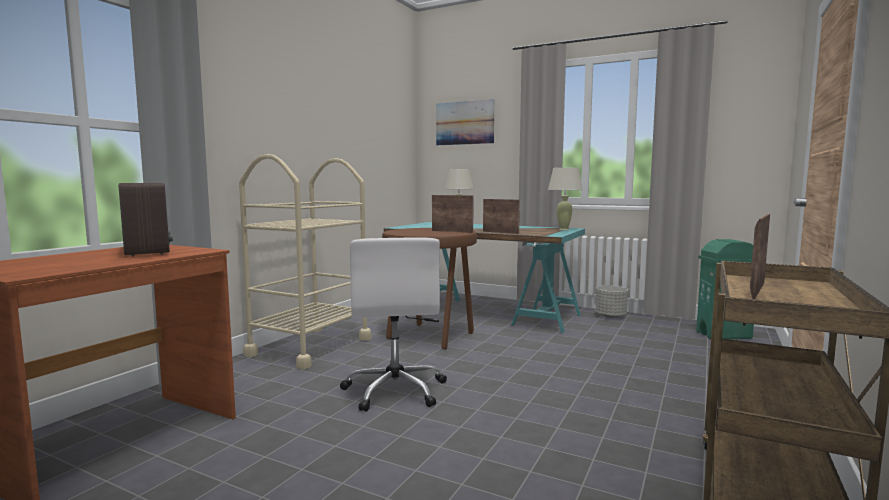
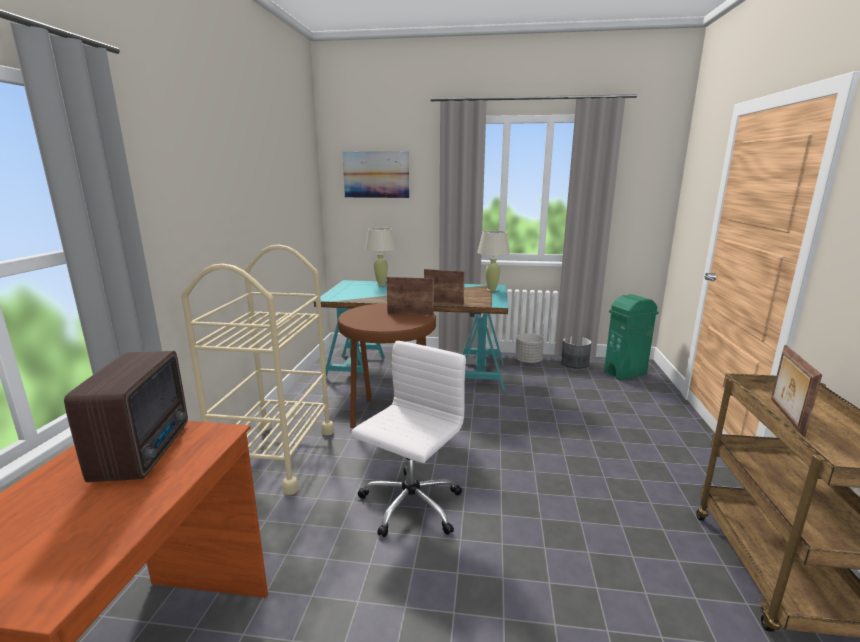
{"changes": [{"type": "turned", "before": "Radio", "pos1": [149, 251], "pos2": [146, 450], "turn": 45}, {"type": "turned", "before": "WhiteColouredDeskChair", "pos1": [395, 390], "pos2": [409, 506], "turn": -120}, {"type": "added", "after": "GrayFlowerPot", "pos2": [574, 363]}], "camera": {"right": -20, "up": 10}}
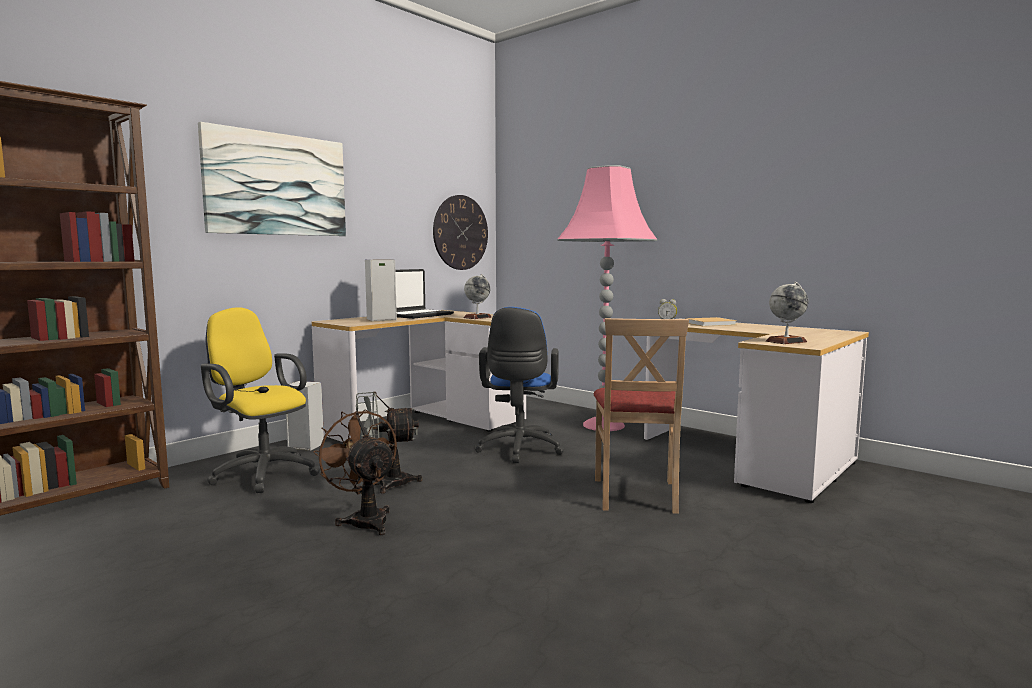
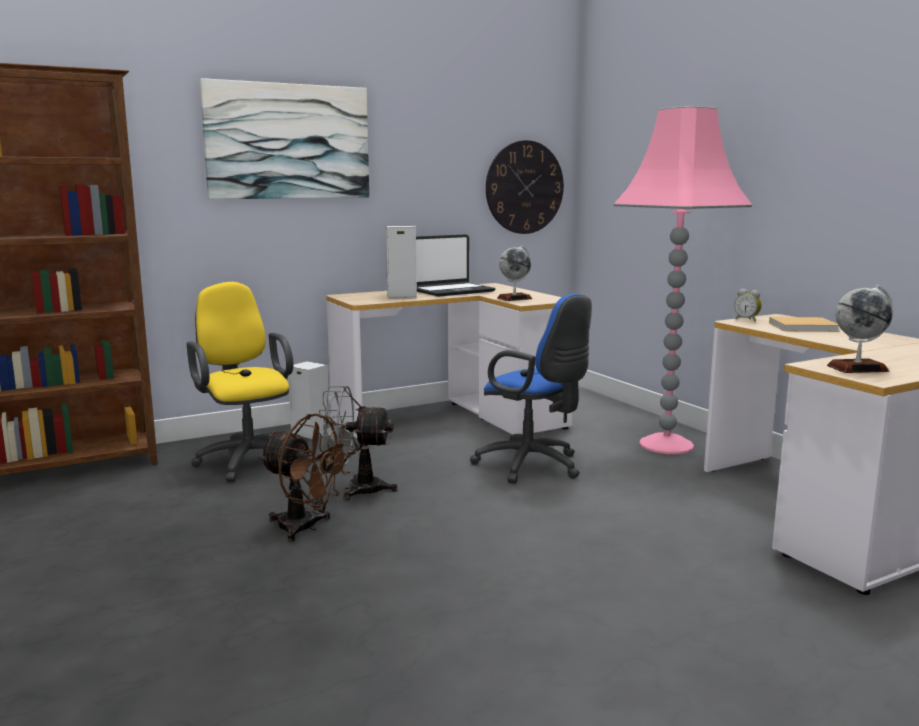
{"changes": [{"type": "turned", "before": "BrownishFan", "pos1": [364, 519], "pos2": [306, 528], "turn": 135}, {"type": "turned", "before": "BlueDeskChair", "pos1": [519, 450], "pos2": [533, 466], "turn": -75}, {"type": "removed", "before": "BeigeUprightChair", "pos1": [636, 494]}], "camera": {"right": 20, "up": 5}}
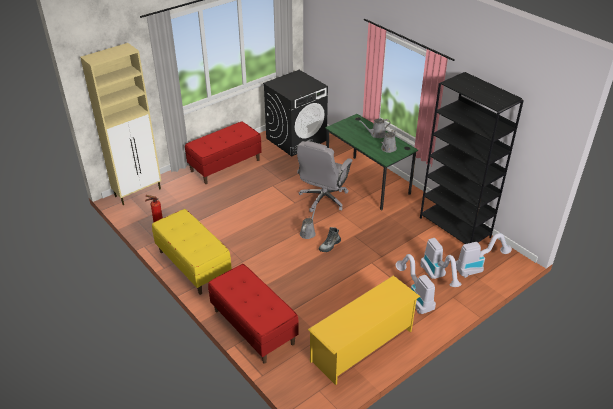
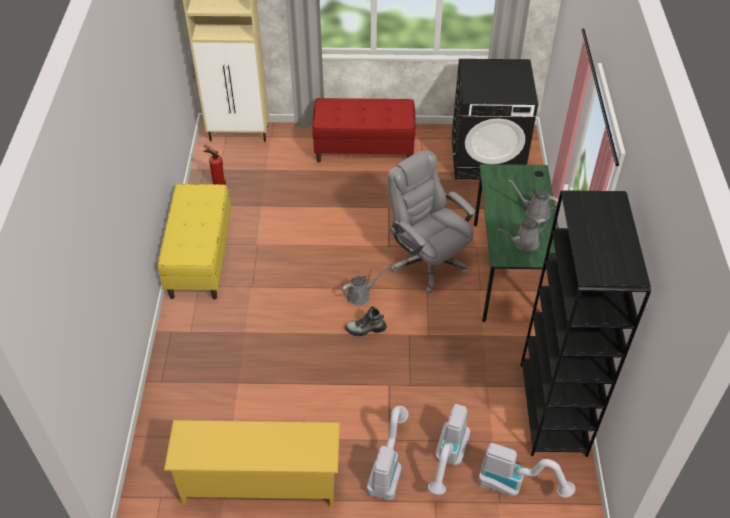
{"changes": [{"type": "removed", "before": "ReddishLongSeat", "pos1": [253, 327]}, {"type": "turned", "before": "GrayDeskChair", "pos1": [323, 199], "pos2": [427, 261], "turn": 75}], "camera": {"right": 40, "up": 10}}
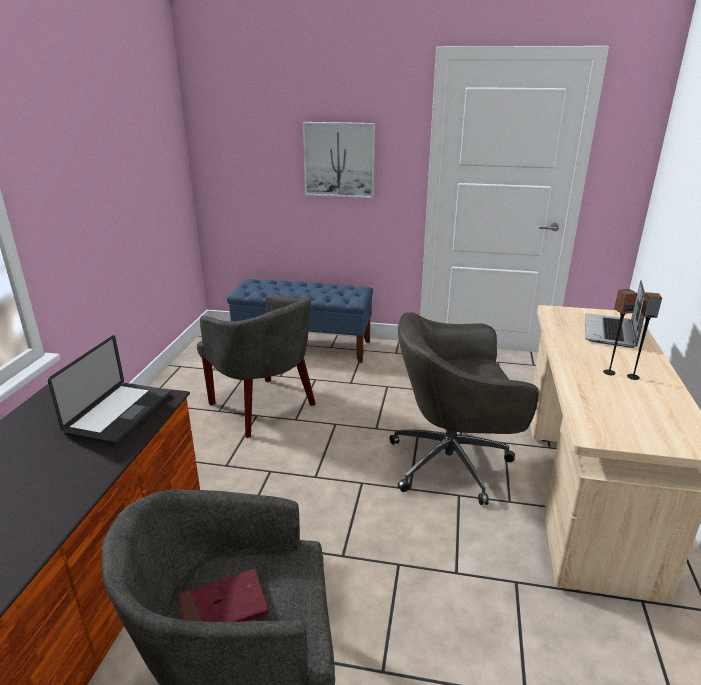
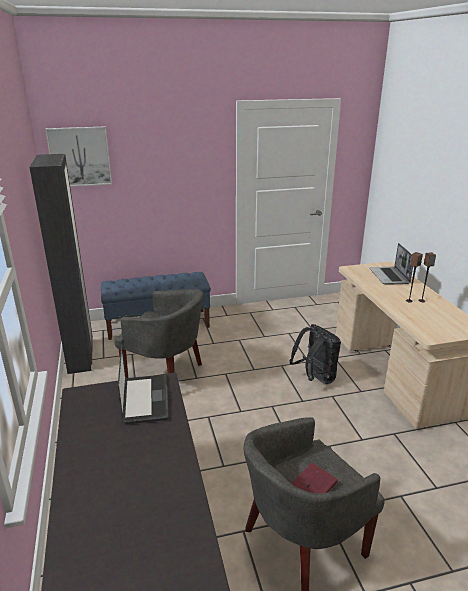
{"changes": [{"type": "moved", "before": "WallArt", "pos1": [339, 160], "pos2": [80, 156]}, {"type": "replaced", "before": "GrayDeskChair", "after": "BlackKnapsack", "pos1": [453, 463], "pos2": [315, 378]}, {"type": "added", "after": "BlackArmoire", "pos2": [81, 357]}], "camera": {"right": -25, "up": 0}}
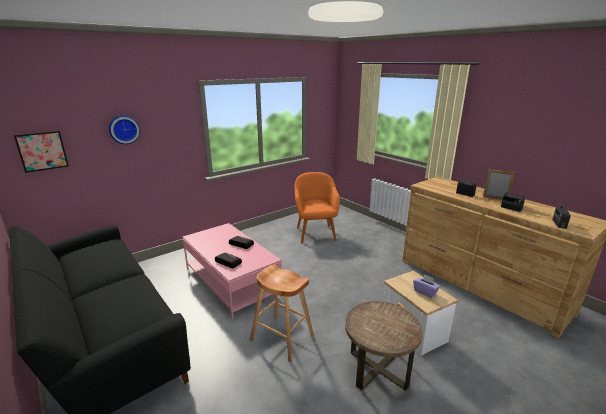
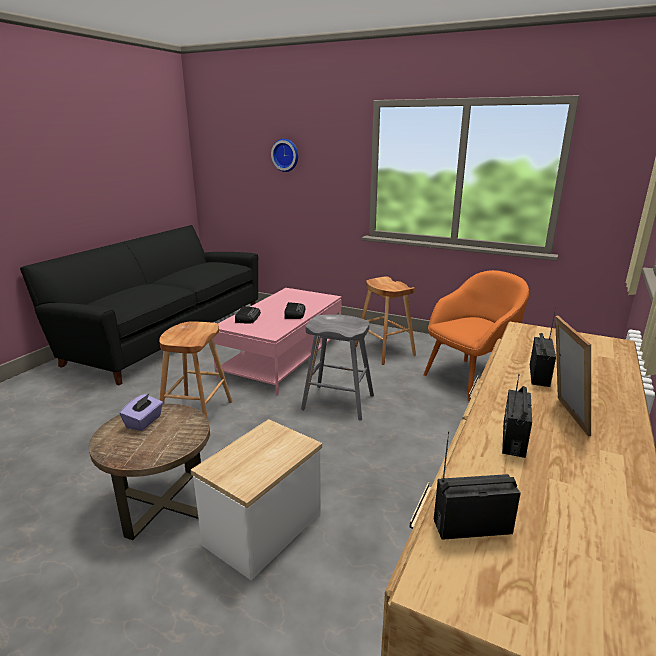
{"changes": [{"type": "removed", "before": "WallArt", "pos1": [42, 151]}, {"type": "moved", "before": "PurpleBoxOfTissues", "pos1": [425, 292], "pos2": [144, 422]}, {"type": "added", "after": "GrayStool", "pos2": [337, 402]}, {"type": "added", "after": "BrownishStool", "pos2": [384, 351]}], "camera": {"right": 65, "up": 0}}
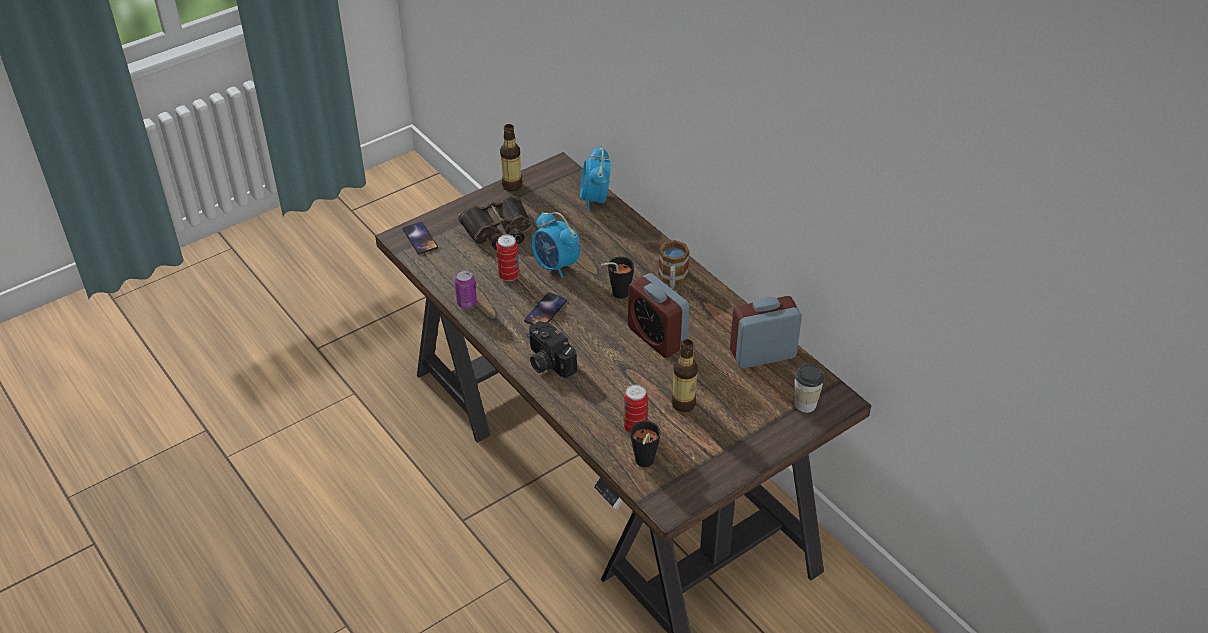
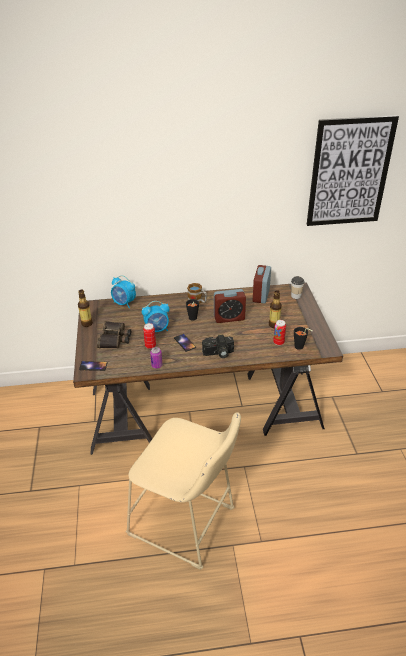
{"changes": [{"type": "added", "after": "BeigeStool", "pos2": [186, 524]}, {"type": "added", "after": "WallArt", "pos2": [349, 172]}], "camera": {"right": -60, "up": -5}}
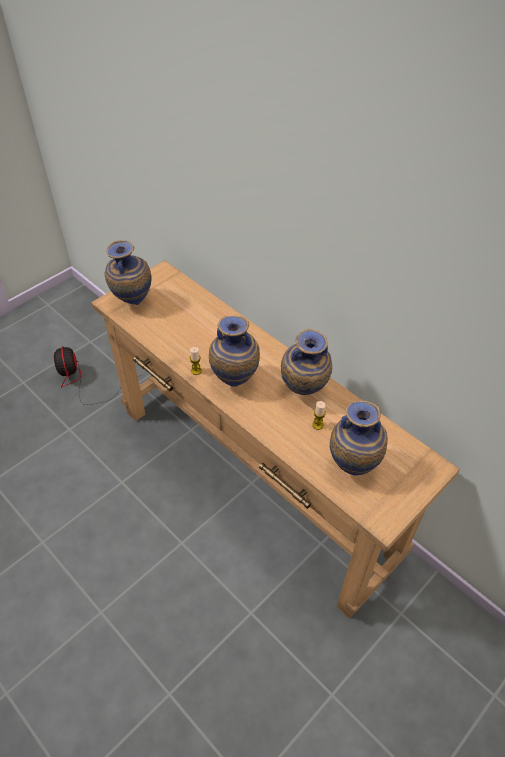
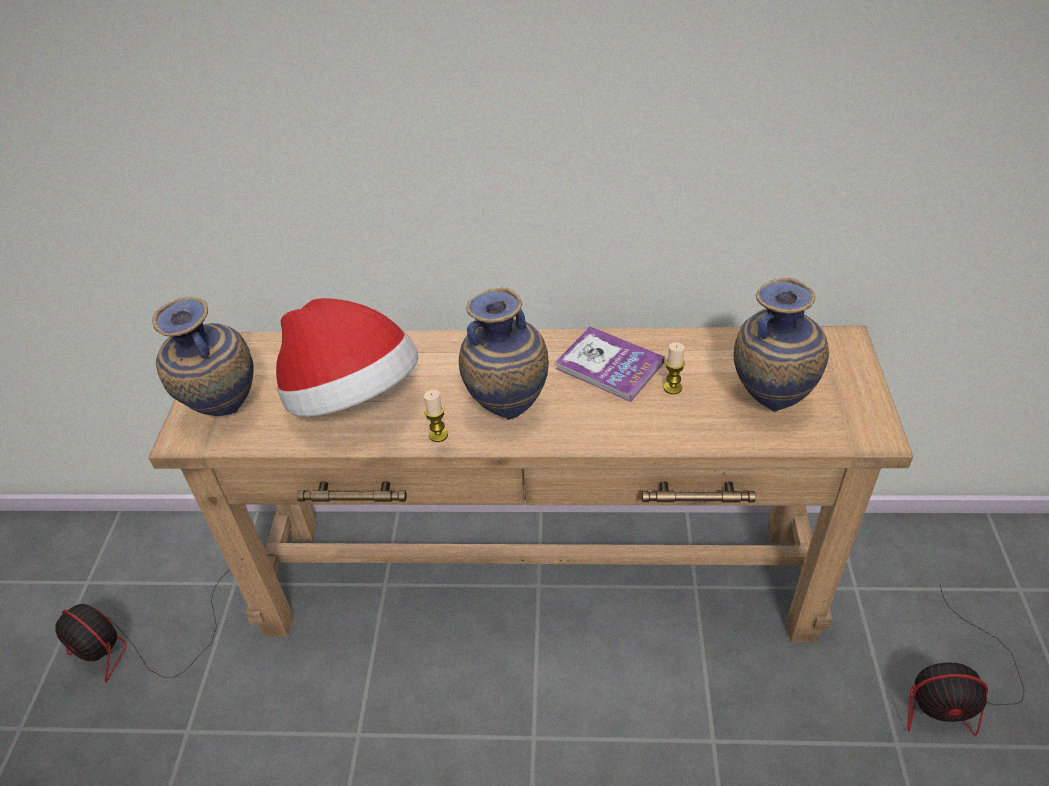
{"changes": [{"type": "replaced", "before": "FlowerVase", "after": "Book", "pos1": [303, 393], "pos2": [609, 366]}, {"type": "added", "after": "WearableHat", "pos2": [352, 398]}, {"type": "added", "after": "Fan", "pos2": [954, 692]}], "camera": {"right": -40, "up": -5}}
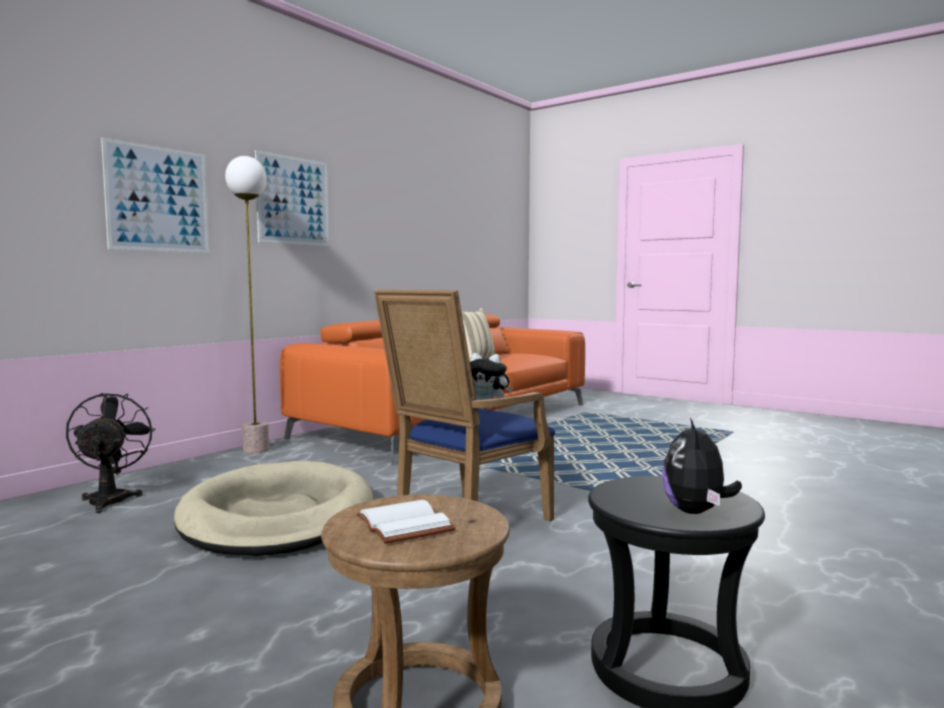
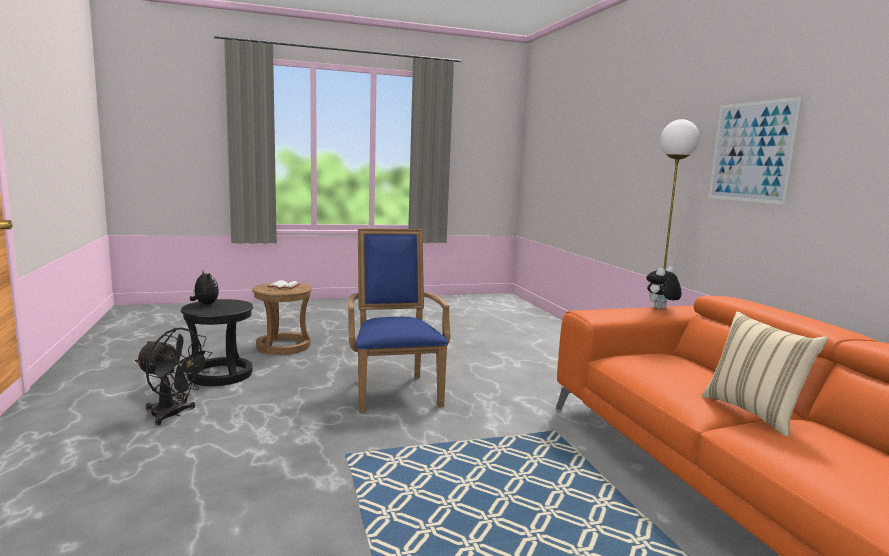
{"changes": [{"type": "moved", "before": "BlackFan", "pos1": [111, 498], "pos2": [173, 415]}, {"type": "removed", "before": "WallArt", "pos1": [158, 199]}, {"type": "removed", "before": "BeigeDogBed", "pos1": [278, 517]}, {"type": "moved", "before": "CuddlyToy", "pos1": [487, 408], "pos2": [661, 309]}], "camera": {"right": 125, "up": 5}}
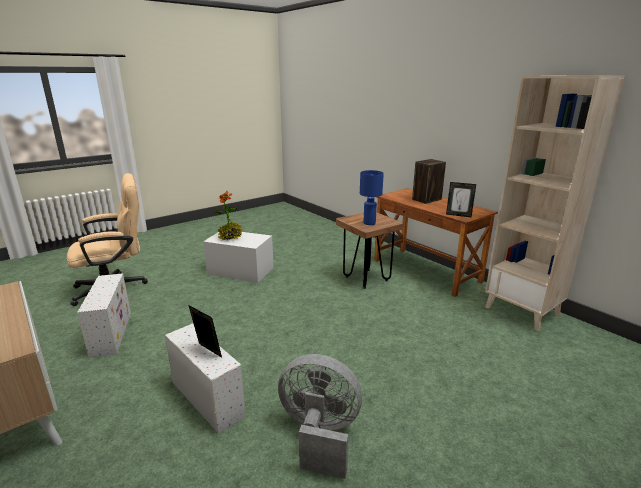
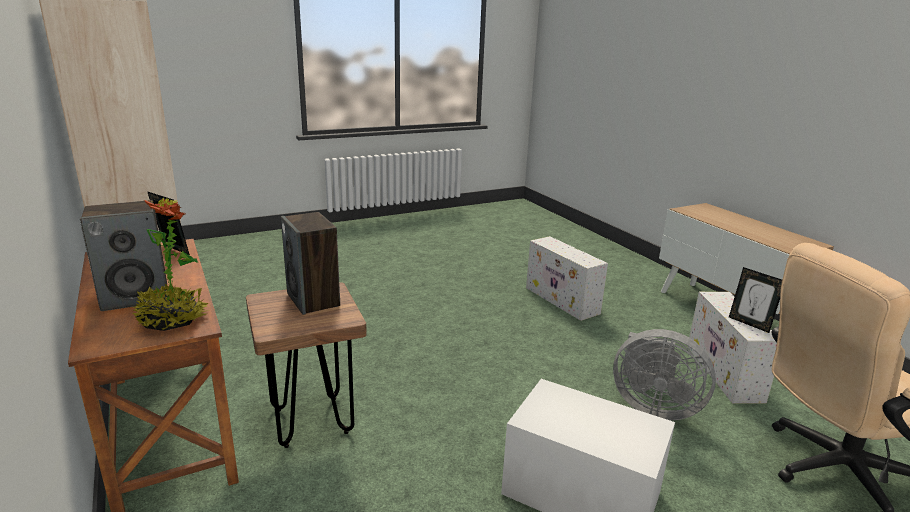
{"changes": [{"type": "moved", "before": "PictureFrame", "pos1": [207, 352], "pos2": [749, 324]}, {"type": "moved", "before": "PottedPlant", "pos1": [230, 237], "pos2": [172, 320]}, {"type": "moved", "before": "GrayFan", "pos1": [319, 435], "pos2": [652, 406]}, {"type": "replaced", "before": "BlueTabletopLamp", "after": "Loudspeaker", "pos1": [369, 223], "pos2": [314, 300]}], "camera": {"right": -170, "up": 0}}
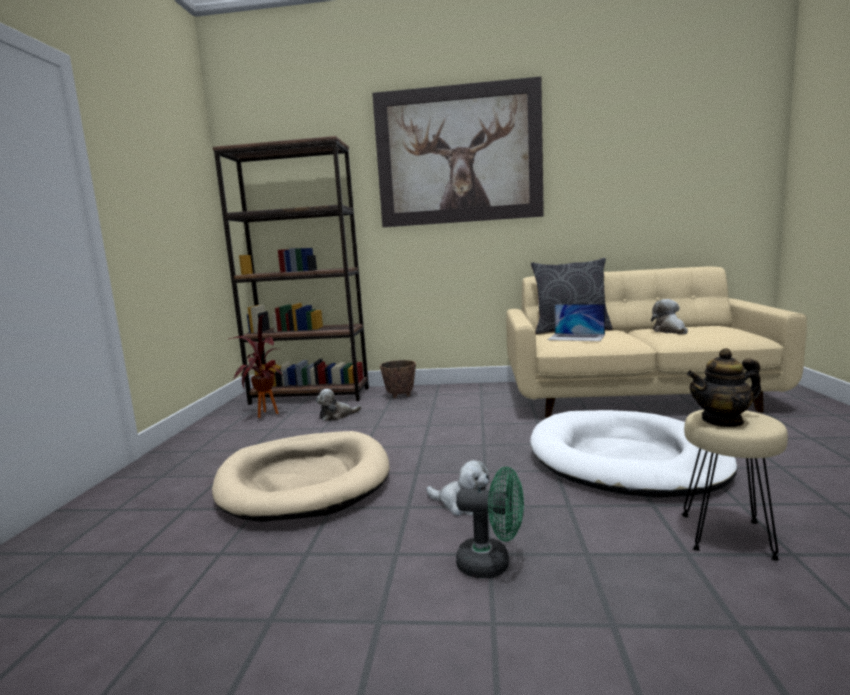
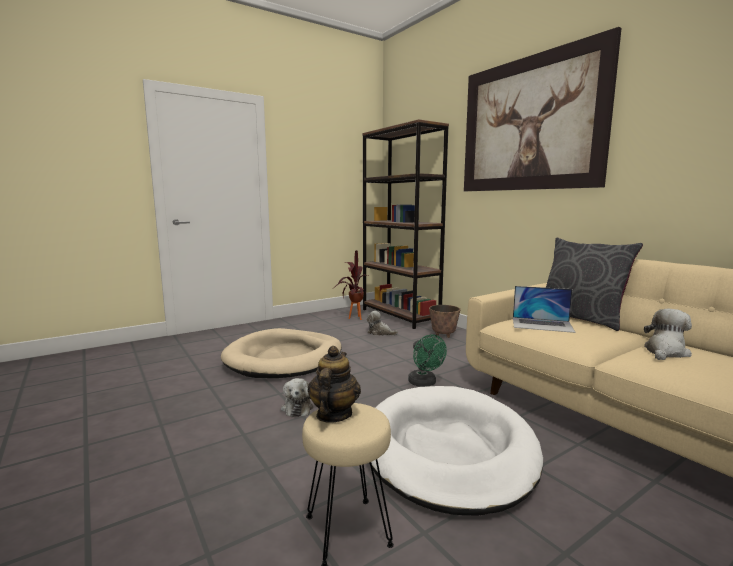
{"changes": [{"type": "moved", "before": "GreenColouredFan", "pos1": [492, 564], "pos2": [424, 383]}, {"type": "turned", "before": "PortableComputer", "pos1": [576, 337], "pos2": [542, 324], "turn": -60}, {"type": "turned", "before": "PotForTea", "pos1": [722, 421], "pos2": [333, 414], "turn": 60}], "camera": {"right": 50, "up": 0}}
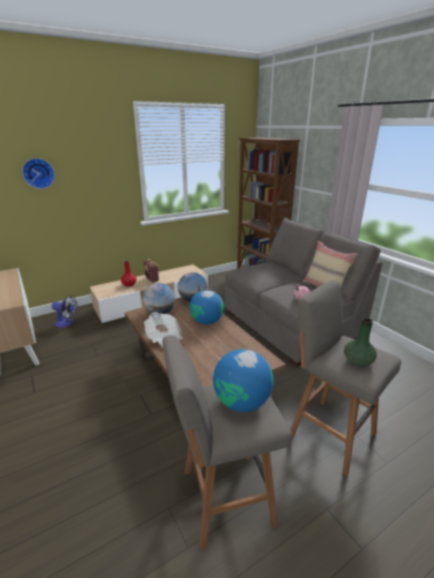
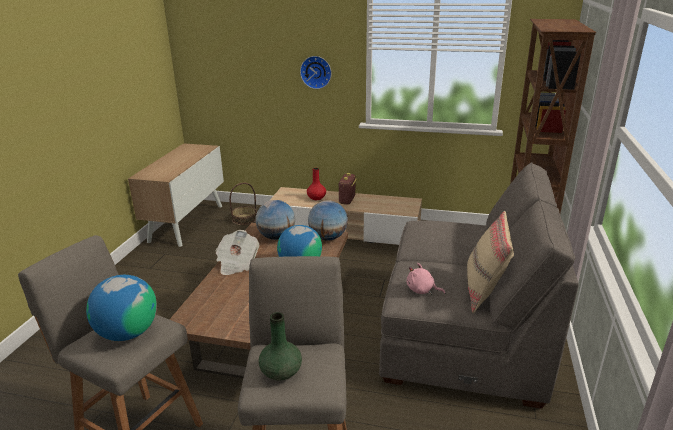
{"changes": [{"type": "moved", "before": "WallClock", "pos1": [38, 173], "pos2": [316, 72]}, {"type": "replaced", "before": "Fan", "after": "StorageBasket", "pos1": [67, 323], "pos2": [244, 219]}], "camera": {"right": 45, "up": 0}}
